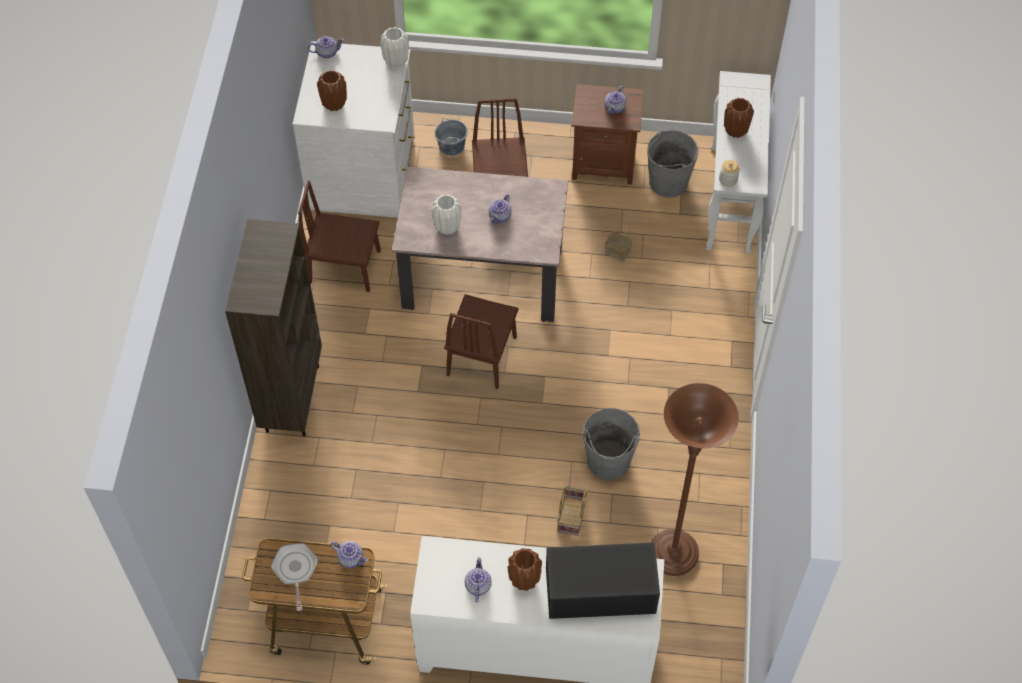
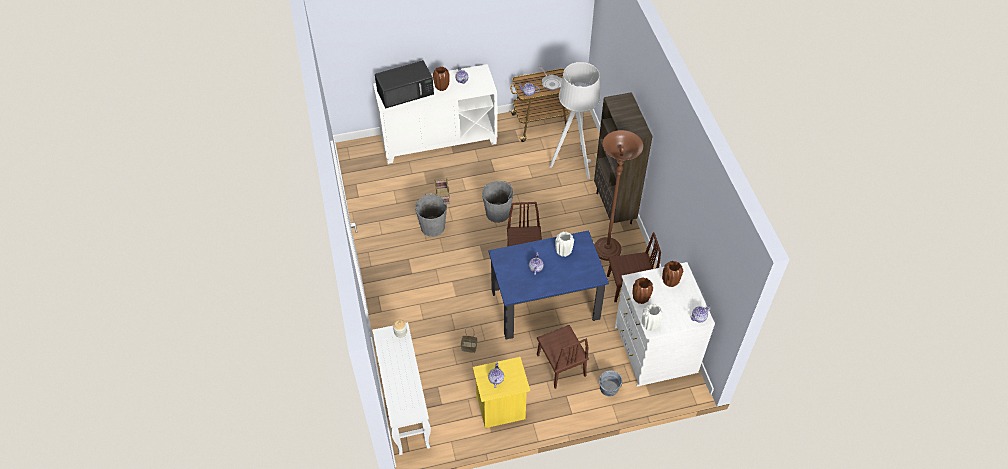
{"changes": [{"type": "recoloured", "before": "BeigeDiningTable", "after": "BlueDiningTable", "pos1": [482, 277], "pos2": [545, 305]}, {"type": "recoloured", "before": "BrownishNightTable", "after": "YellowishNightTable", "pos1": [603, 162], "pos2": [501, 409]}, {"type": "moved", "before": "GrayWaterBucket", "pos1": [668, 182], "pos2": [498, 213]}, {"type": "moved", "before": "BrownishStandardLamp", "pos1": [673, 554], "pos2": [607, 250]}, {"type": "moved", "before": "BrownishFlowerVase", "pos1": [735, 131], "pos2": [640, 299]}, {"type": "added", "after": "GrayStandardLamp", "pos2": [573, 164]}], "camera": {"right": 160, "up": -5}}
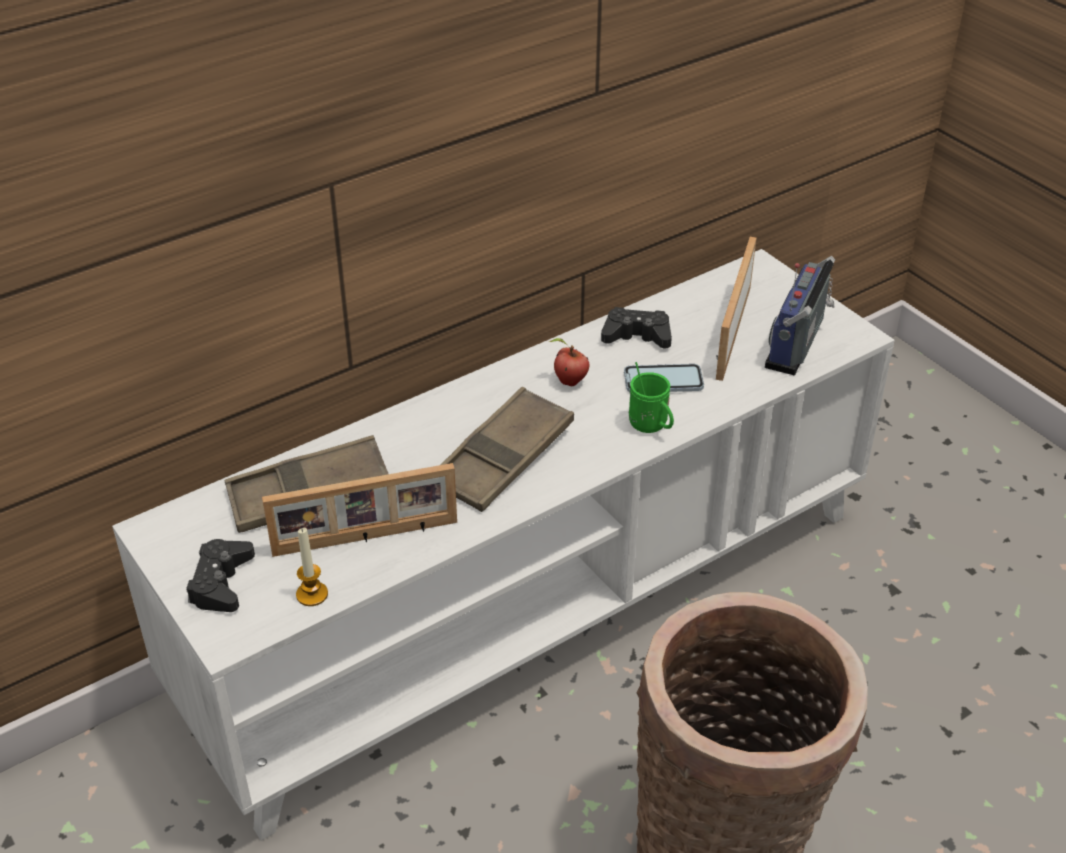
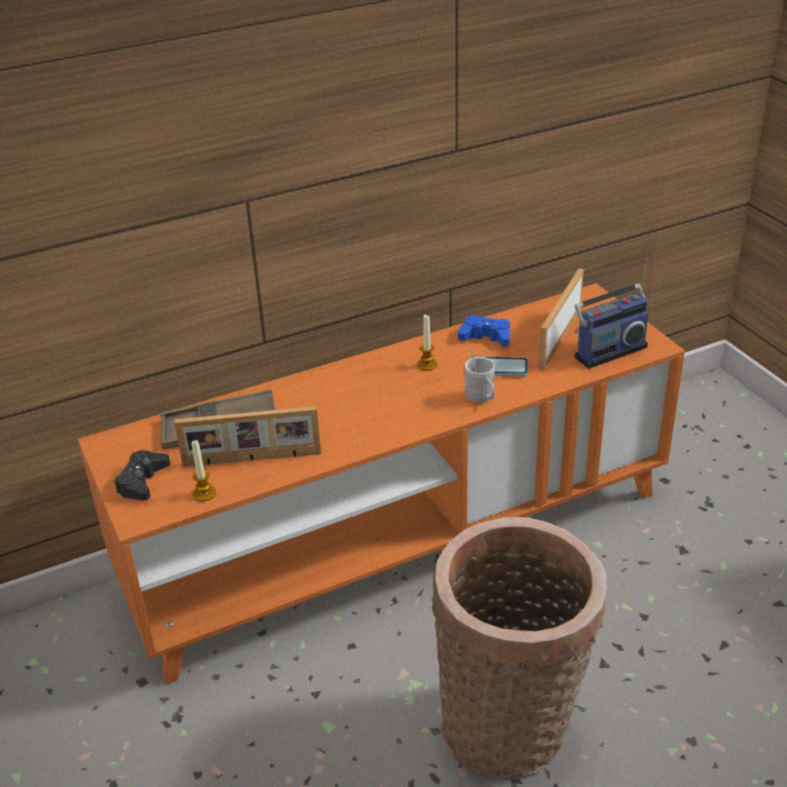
{"changes": [{"type": "recoloured", "before": "WhiteColouredMediaConsole", "after": "OrangeColouredMediaConsole", "pos1": [532, 607], "pos2": [399, 540]}, {"type": "removed", "before": "BrownishCarryingTray", "pos1": [503, 458]}, {"type": "replaced", "before": "WholeApple", "after": "Candle", "pos1": [568, 382], "pos2": [427, 365]}, {"type": "recoloured", "before": "BlackGamepad", "after": "BlueGamepad", "pos1": [637, 336], "pos2": [486, 337]}, {"type": "recoloured", "before": "GreenColouredTeaMug", "after": "WhiteColouredTeaMug", "pos1": [651, 427], "pos2": [481, 399]}, {"type": "turned", "before": "Radio", "pos1": [798, 346], "pos2": [608, 350], "turn": -150}], "camera": {"right": 10, "up": -5}}
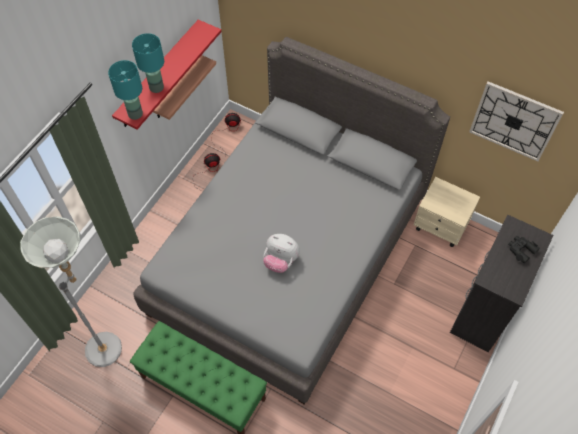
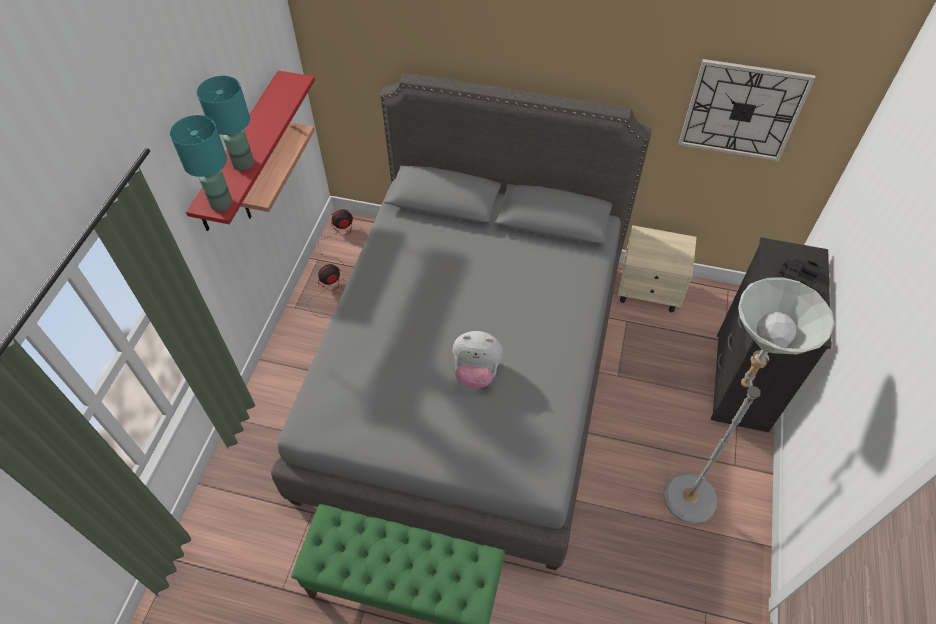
{"changes": [{"type": "moved", "before": "GrayStandardLamp", "pos1": [107, 342], "pos2": [688, 487]}], "camera": {"right": -15, "up": -5}}
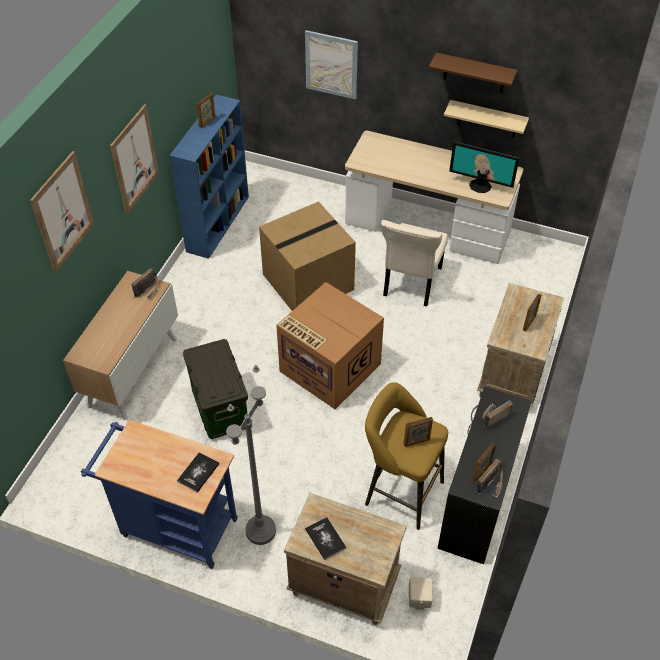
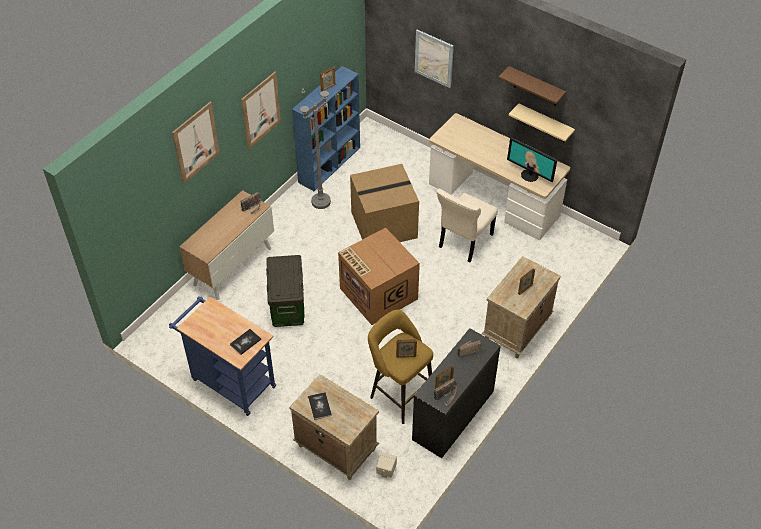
{"changes": [{"type": "moved", "before": "GrayStandardLamp", "pos1": [260, 530], "pos2": [321, 201]}], "camera": {"right": 15, "up": 0}}
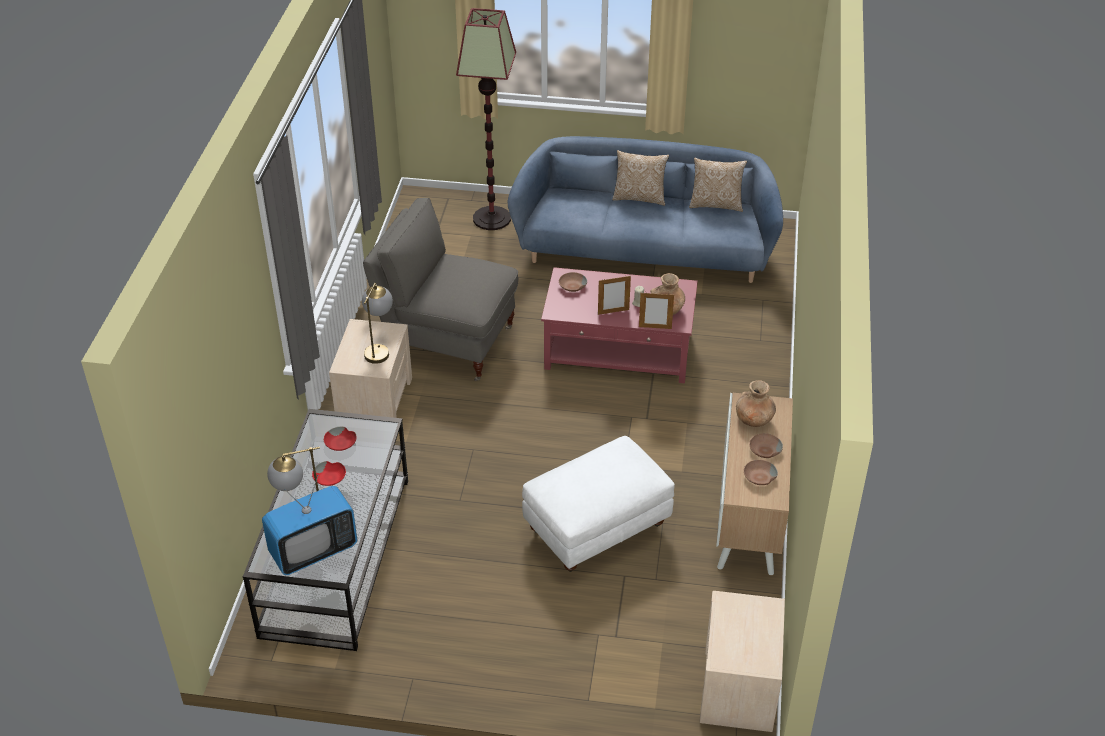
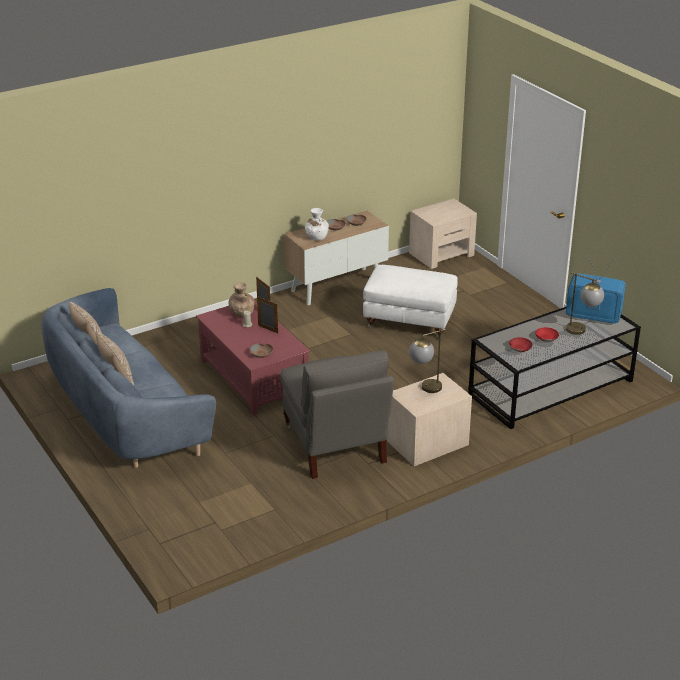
{"changes": [{"type": "removed", "before": "StandardLamp", "pos1": [492, 218]}, {"type": "recoloured", "before": "BrownishFlowerVase", "after": "WhiteColouredFlowerVase", "pos1": [754, 420], "pos2": [316, 237]}], "camera": {"right": -130, "up": -10}}
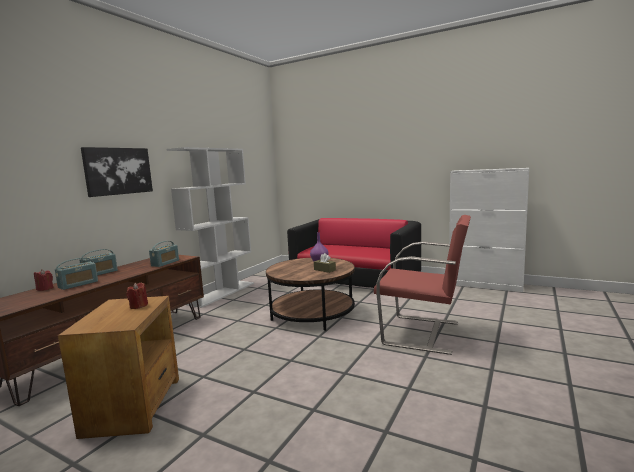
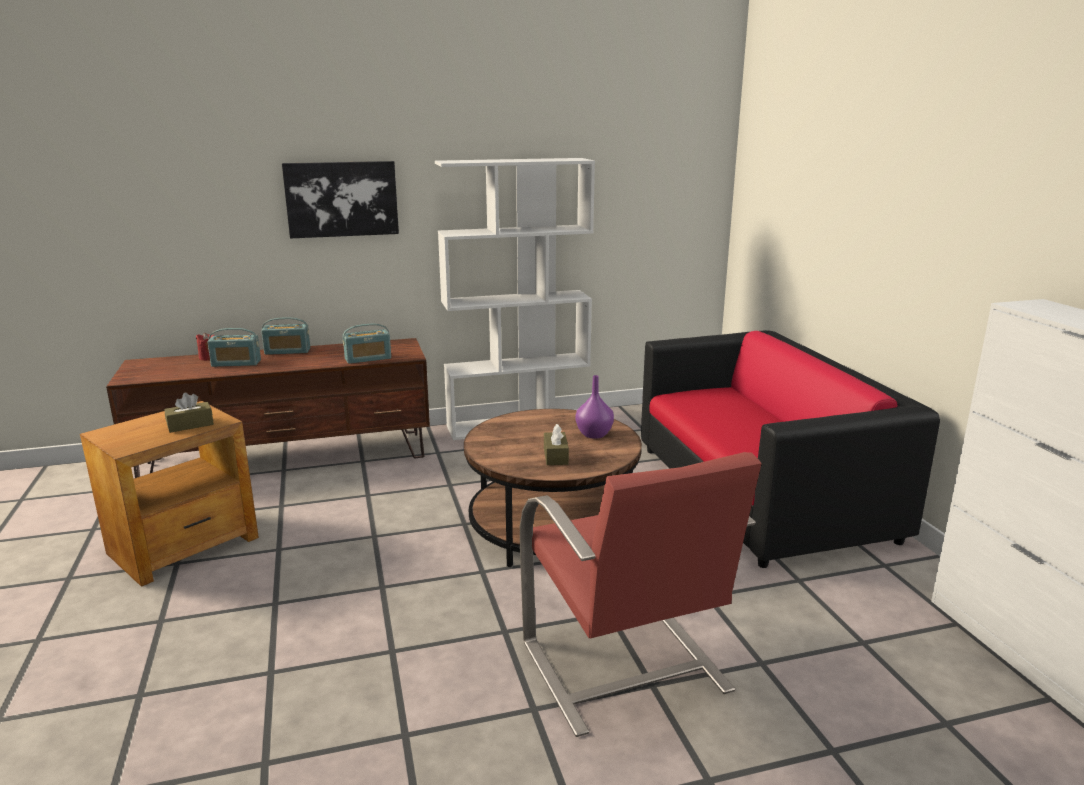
{"changes": [{"type": "replaced", "before": "ReddishCandle", "after": "BrownishBoxOfTissues", "pos1": [138, 306], "pos2": [190, 425]}], "camera": {"right": 45, "up": 10}}
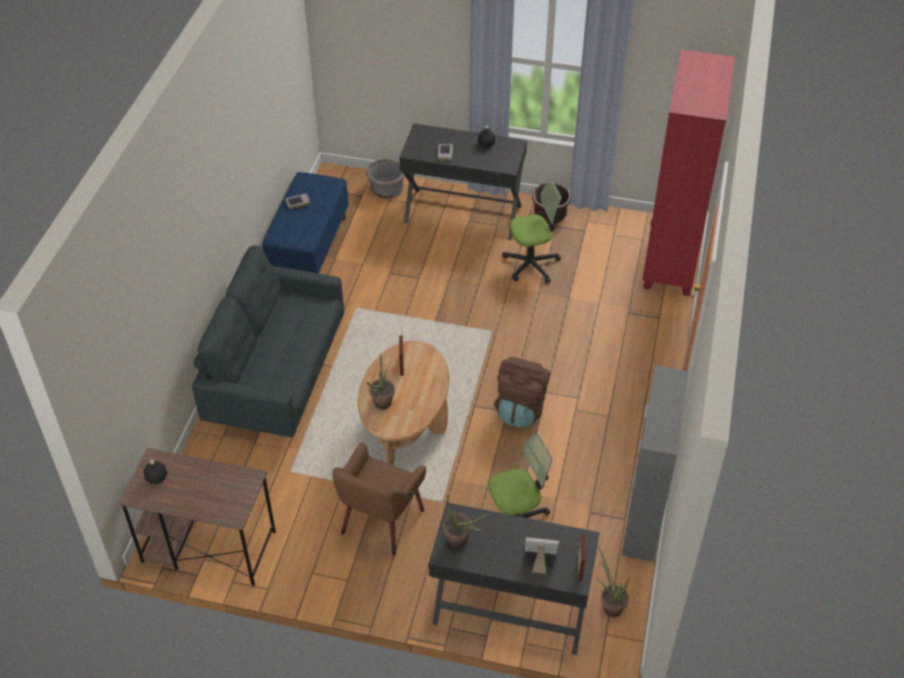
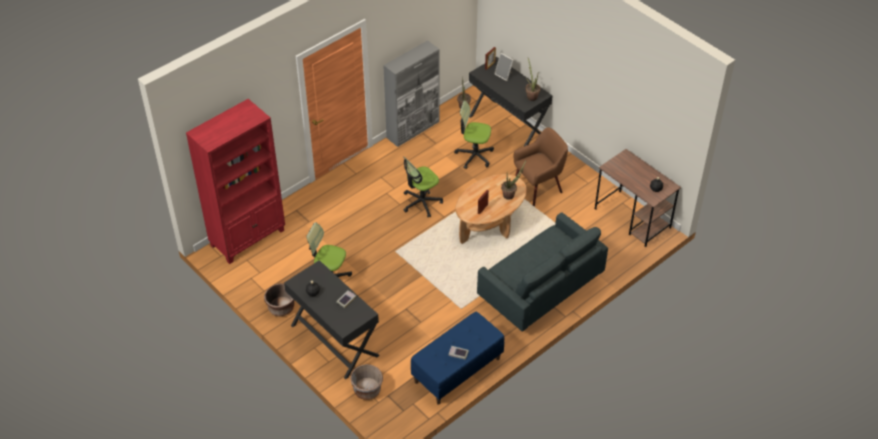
{"changes": [{"type": "replaced", "before": "BrownishKnapsack", "after": "DeskChair", "pos1": [520, 409], "pos2": [421, 202]}], "camera": {"right": -145, "up": 0}}
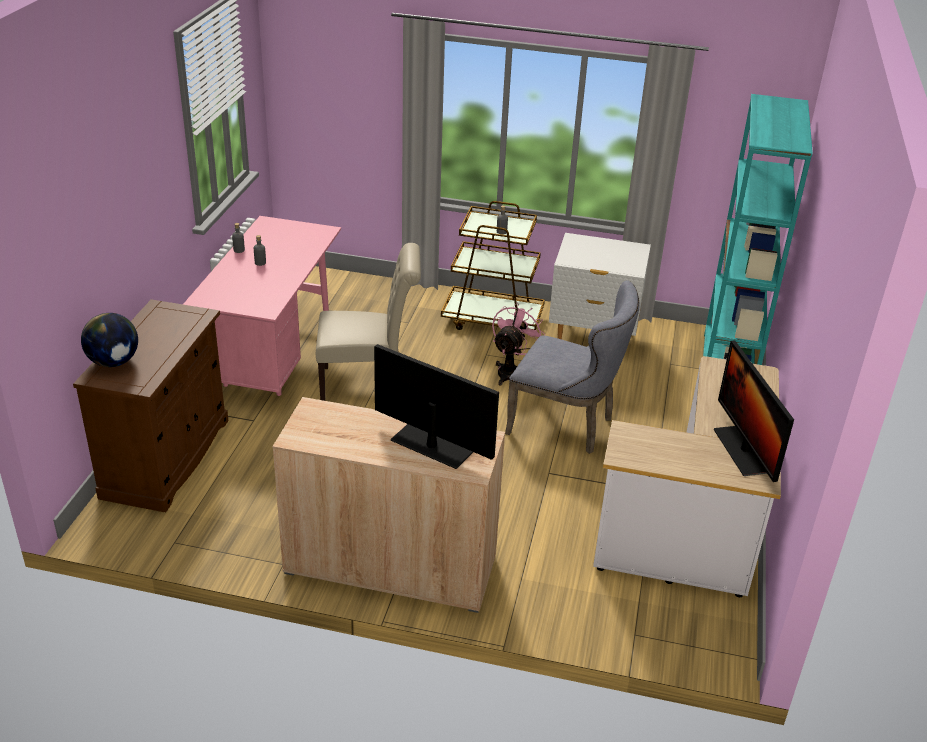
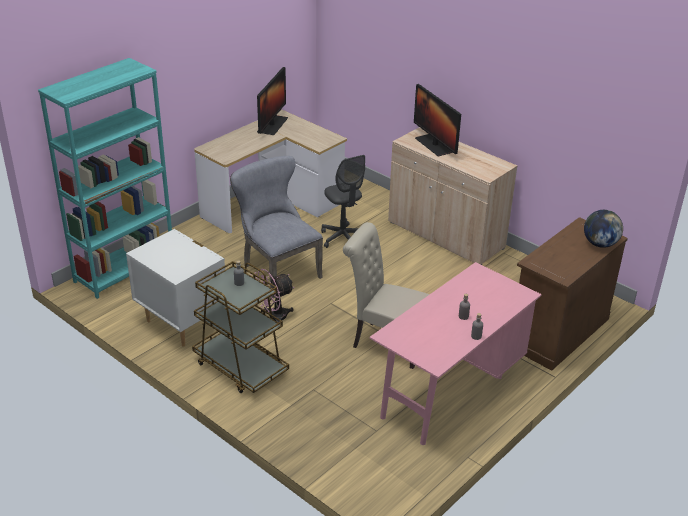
{"changes": [{"type": "added", "after": "GrayDeskChair", "pos2": [343, 238]}], "camera": {"right": -150, "up": 0}}
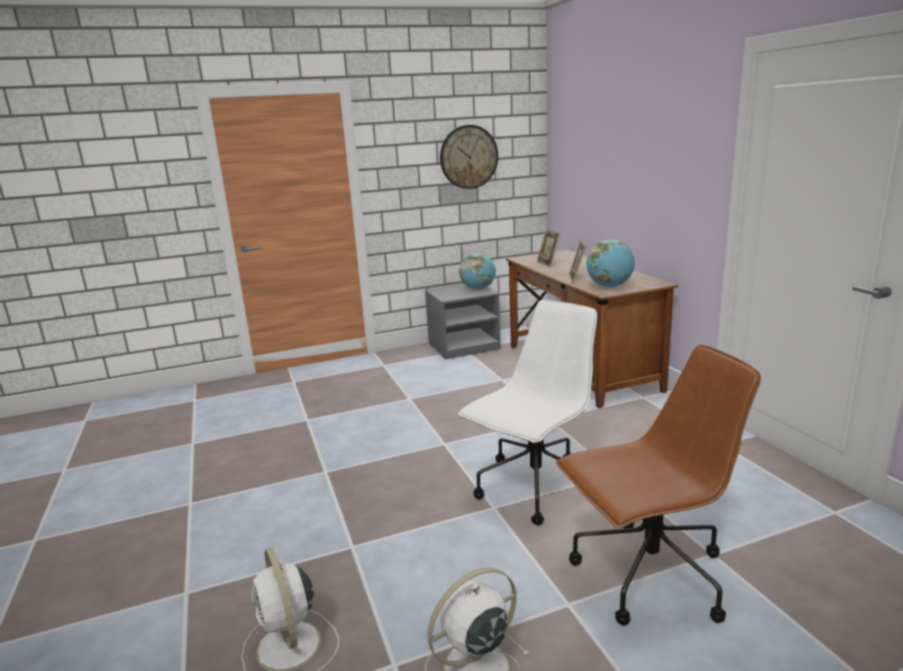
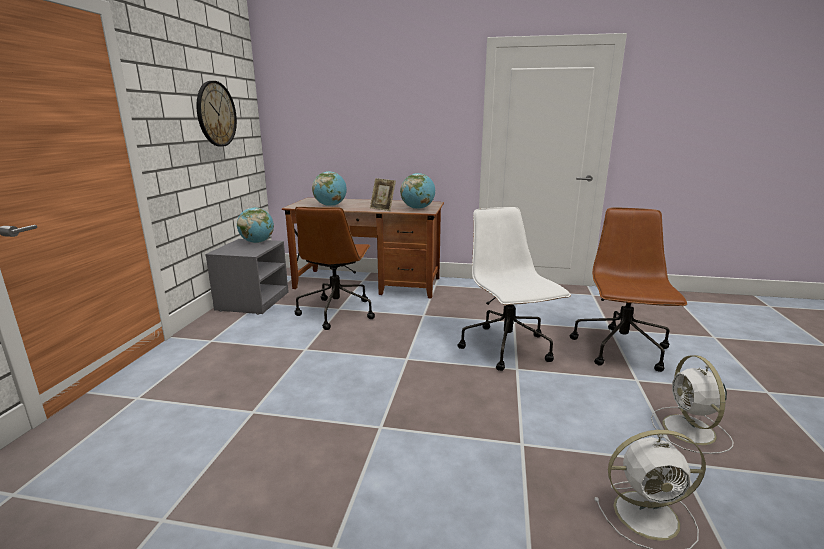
{"changes": [{"type": "replaced", "before": "PictureFrame", "after": "DeskGlobe", "pos1": [548, 264], "pos2": [330, 206]}, {"type": "added", "after": "BrownishDeskChair", "pos2": [337, 312]}], "camera": {"right": -60, "up": 0}}
